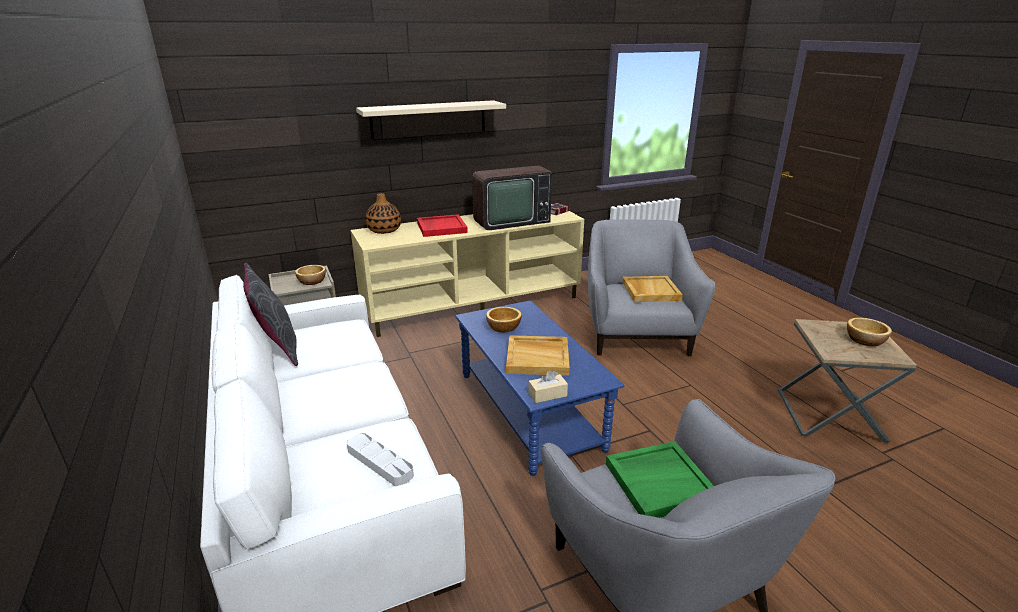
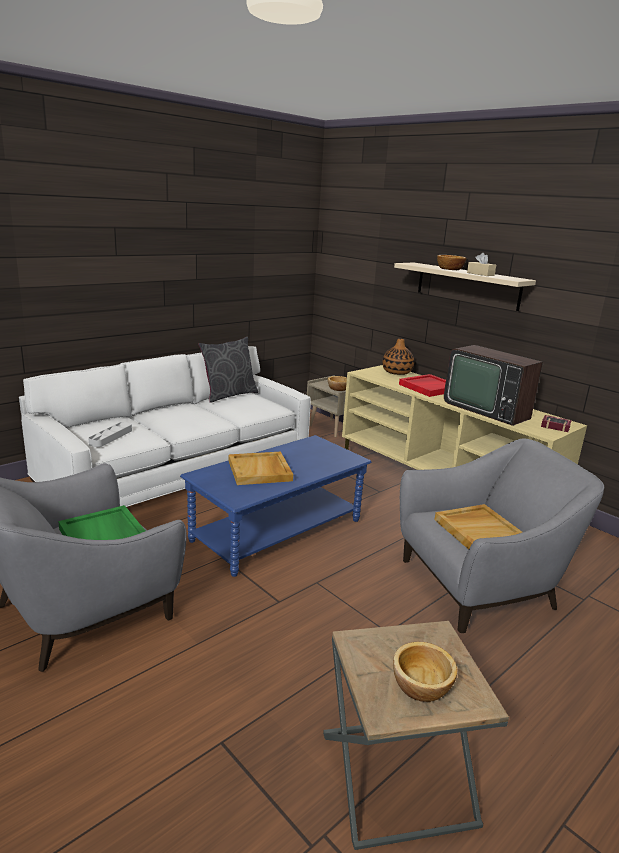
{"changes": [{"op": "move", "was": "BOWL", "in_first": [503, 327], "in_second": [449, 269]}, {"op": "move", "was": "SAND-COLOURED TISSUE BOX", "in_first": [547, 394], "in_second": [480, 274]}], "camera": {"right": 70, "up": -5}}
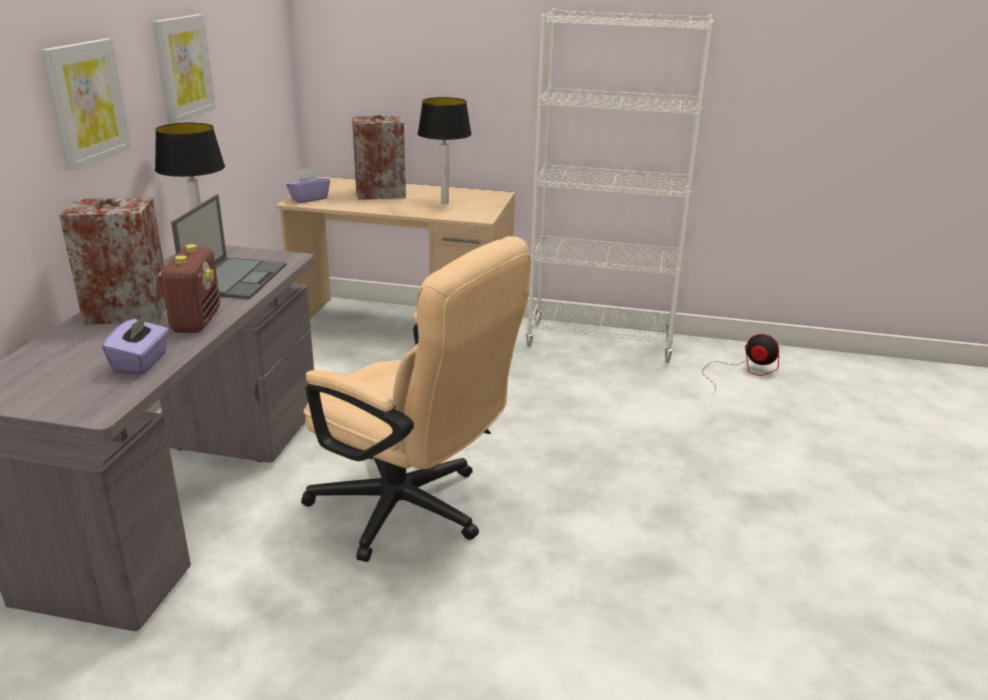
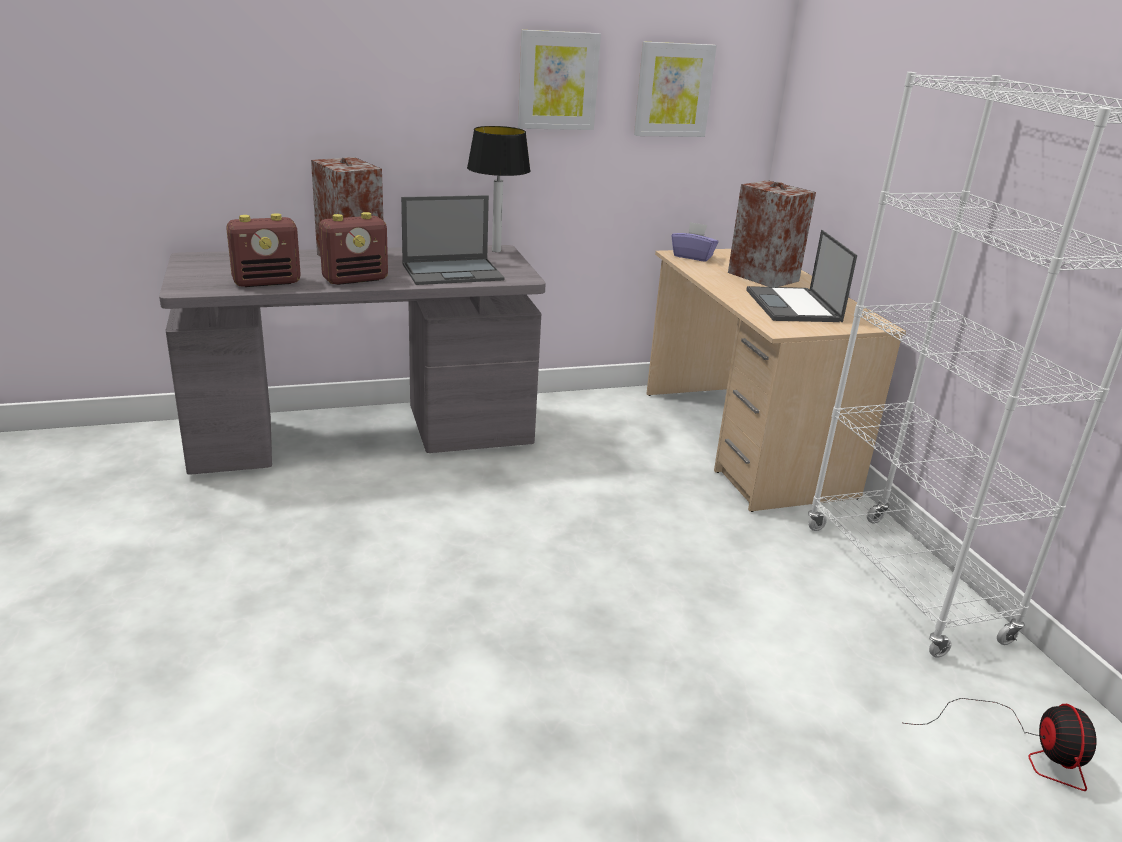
{"changes": [{"op": "move", "was": "PICTURE", "in_first": [85, 102], "in_second": [673, 90]}, {"op": "replace", "was": "PURPLE-COLOURED TISSUE BOX", "now": "RADIO SET", "in_first": [141, 362], "in_second": [267, 282]}, {"op": "delete", "was": "SAND-COLOURED COMPUTER CHAIR", "in_first": [412, 512]}, {"op": "replace", "was": "LAMP FOR A TABLE", "now": "LAPTOP", "in_first": [445, 203], "in_second": [794, 306]}], "camera": {"right": 60, "up": 0}}
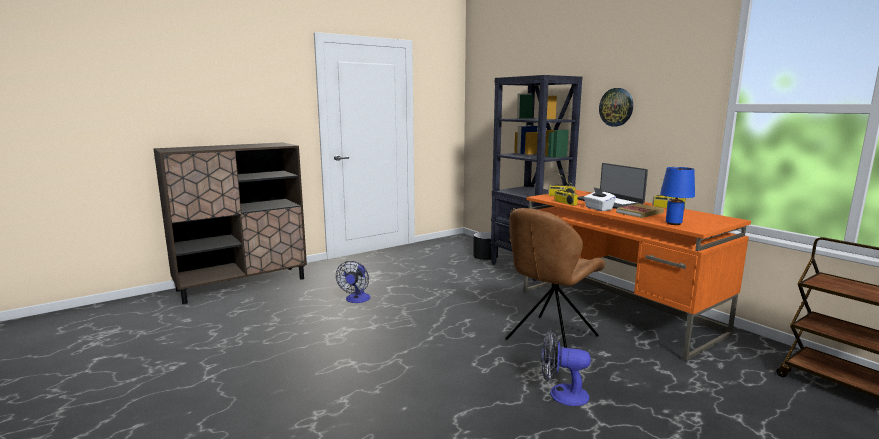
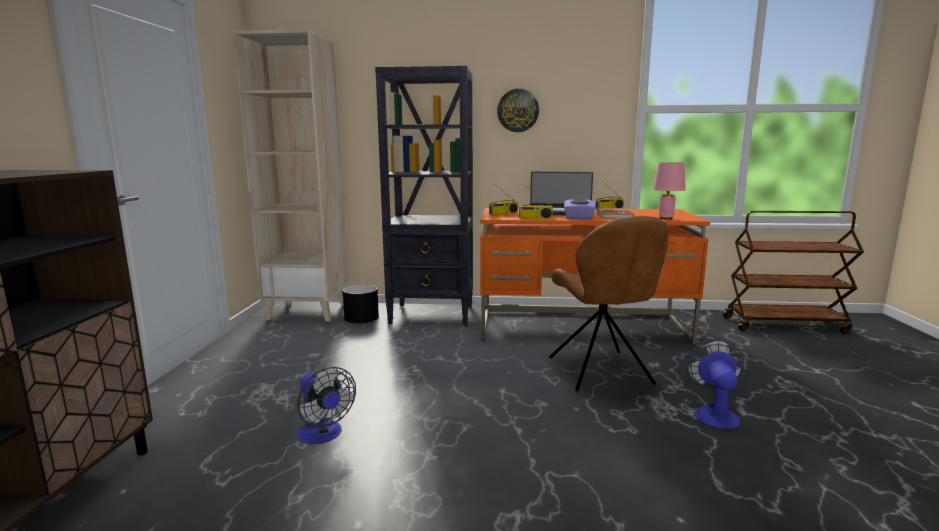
{"changes": [{"op": "rotate", "was": "ELECTRIC FAN", "in_first": [561, 394], "in_second": [714, 413], "clockwise": 135}, {"op": "recolor", "was": "WHITE-COLOURED TISSUE BOX", "now": "PURPLE-COLOURED TISSUE BOX", "in_first": [598, 209], "in_second": [579, 218]}, {"op": "recolor", "was": "BLUE-COLOURED LAMP FOR A TABLE", "now": "PINKISH LAMP FOR A TABLE", "in_first": [674, 223], "in_second": [666, 218]}, {"op": "insert", "now": "SAND-COLOURED BOOKCASE", "in_second": [308, 311]}], "camera": {"right": -50, "up": 0}}
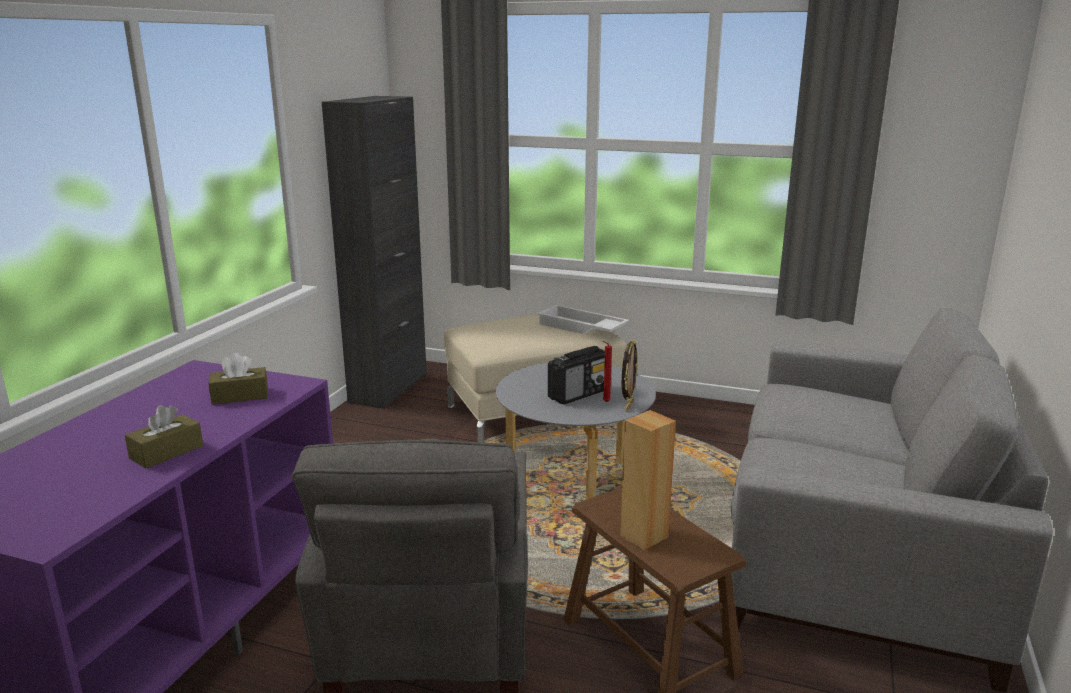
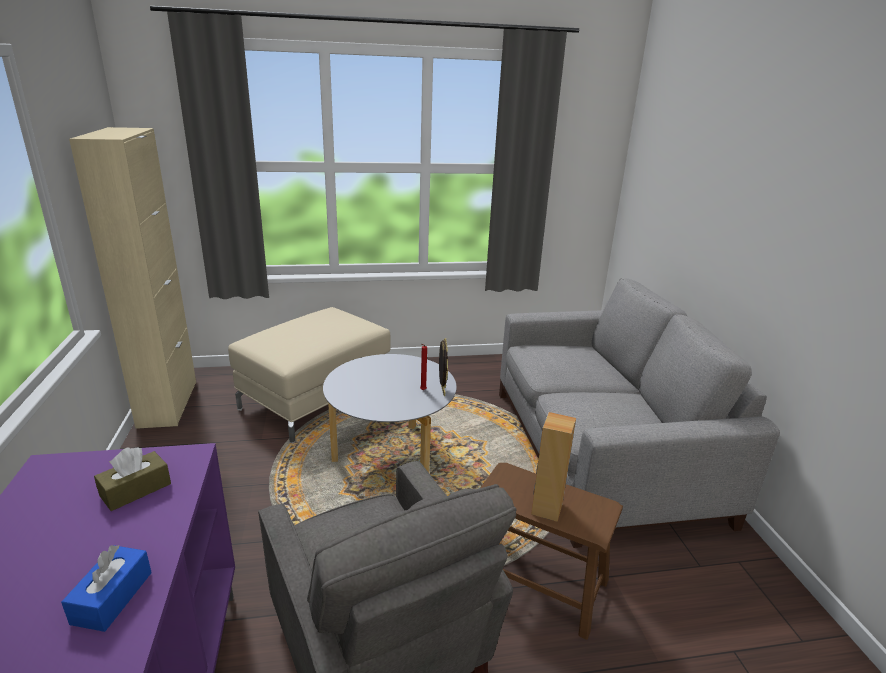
{"changes": [{"op": "recolor", "was": "BROWN TISSUE BOX", "now": "BLUE-COLOURED TISSUE BOX", "in_first": [166, 452], "in_second": [112, 597]}, {"op": "recolor", "was": "BLACK-COLOURED STORAGE CABINET", "now": "SAND-COLOURED STORAGE CABINET", "in_first": [388, 388], "in_second": [168, 404]}, {"op": "delete", "was": "WHITE-COLOURED CARRYING TRAY", "in_first": [580, 328]}, {"op": "delete", "was": "RADIO SET", "in_first": [579, 394]}], "camera": {"right": -30, "up": 5}}
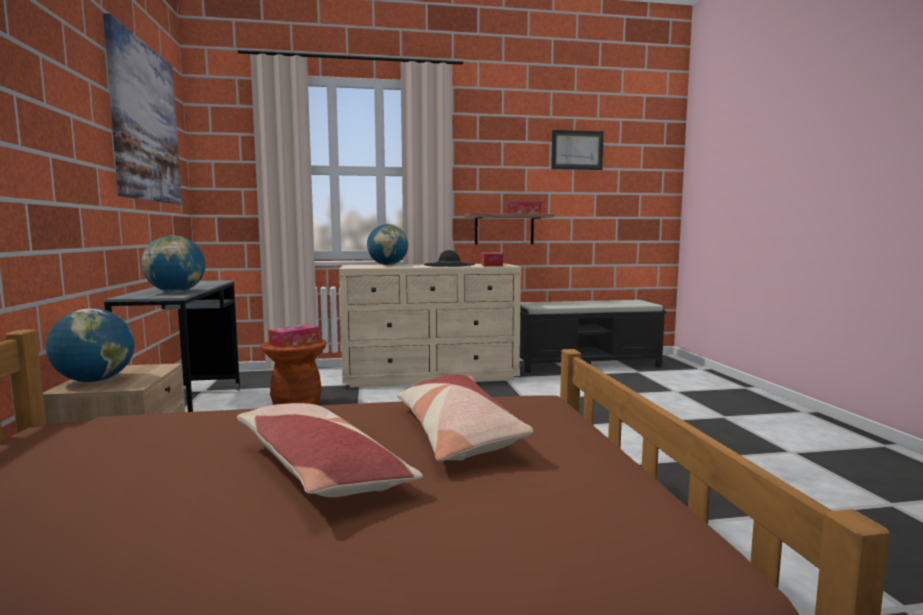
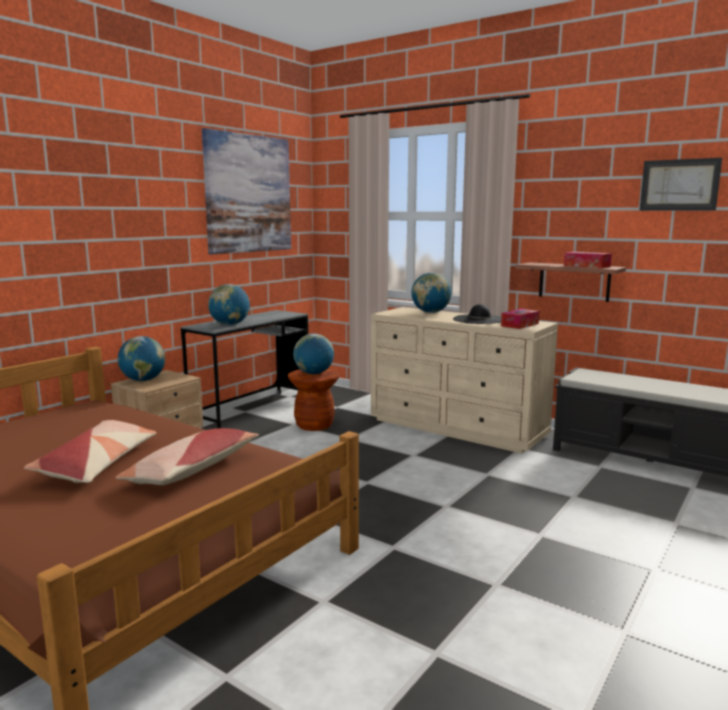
{"changes": [{"op": "replace", "was": "TISSUE BOX", "now": "WORLD GLOBE", "in_first": [294, 342], "in_second": [313, 373]}], "camera": {"right": 45, "up": 5}}
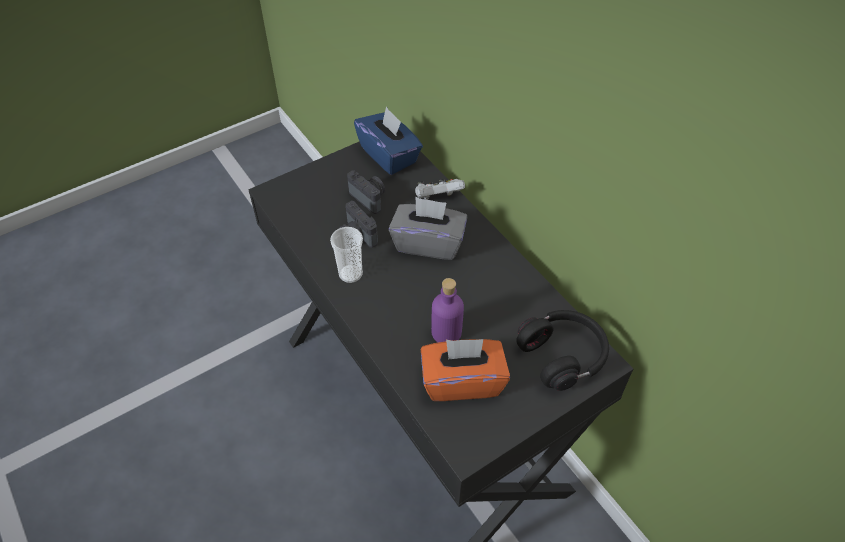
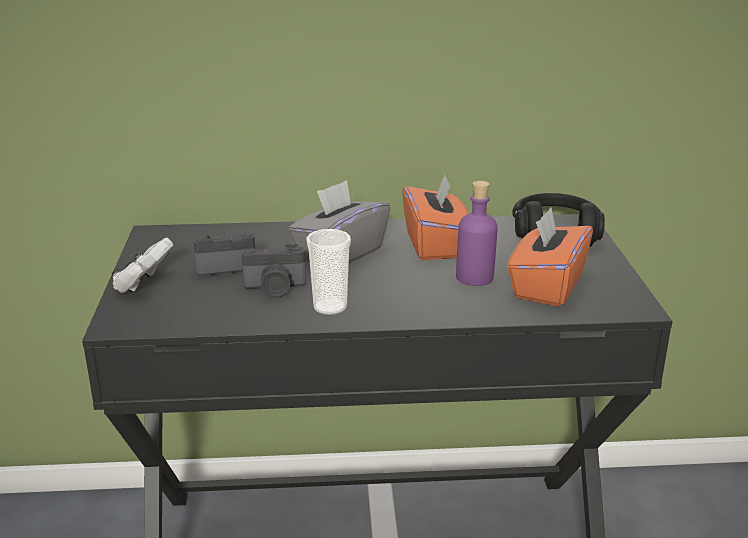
{"changes": [{"op": "delete", "was": "BLUE-COLOURED TISSUE BOX", "in_first": [389, 155]}, {"op": "move", "was": "WHITE-COLOURED GAME CONTROLLER", "in_first": [438, 198], "in_second": [143, 284]}, {"op": "insert", "now": "ORANGEY TISSUE BOX", "in_second": [436, 245]}], "camera": {"right": -60, "up": -25}}
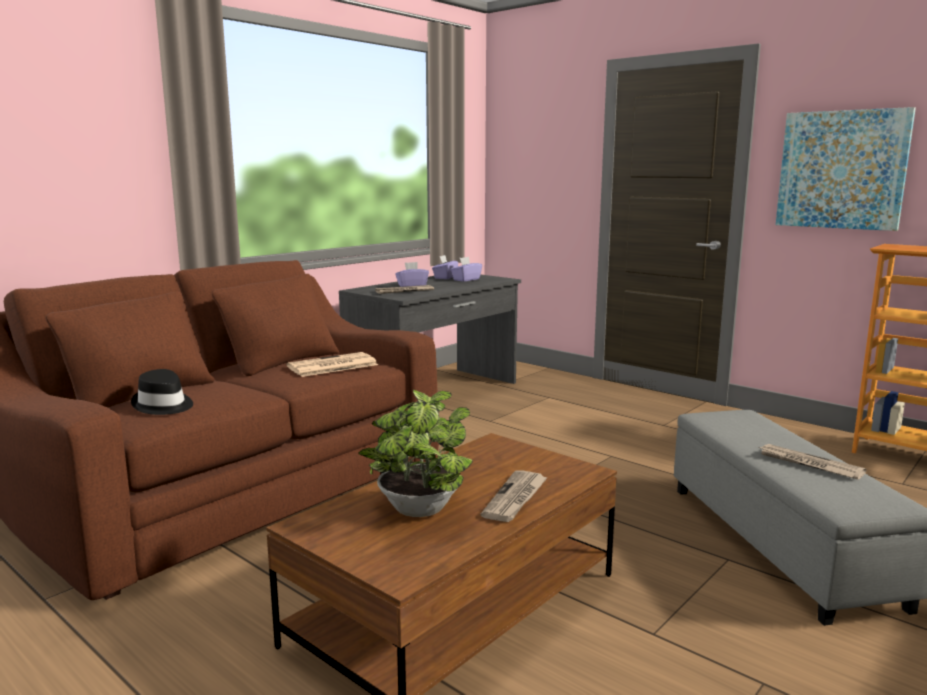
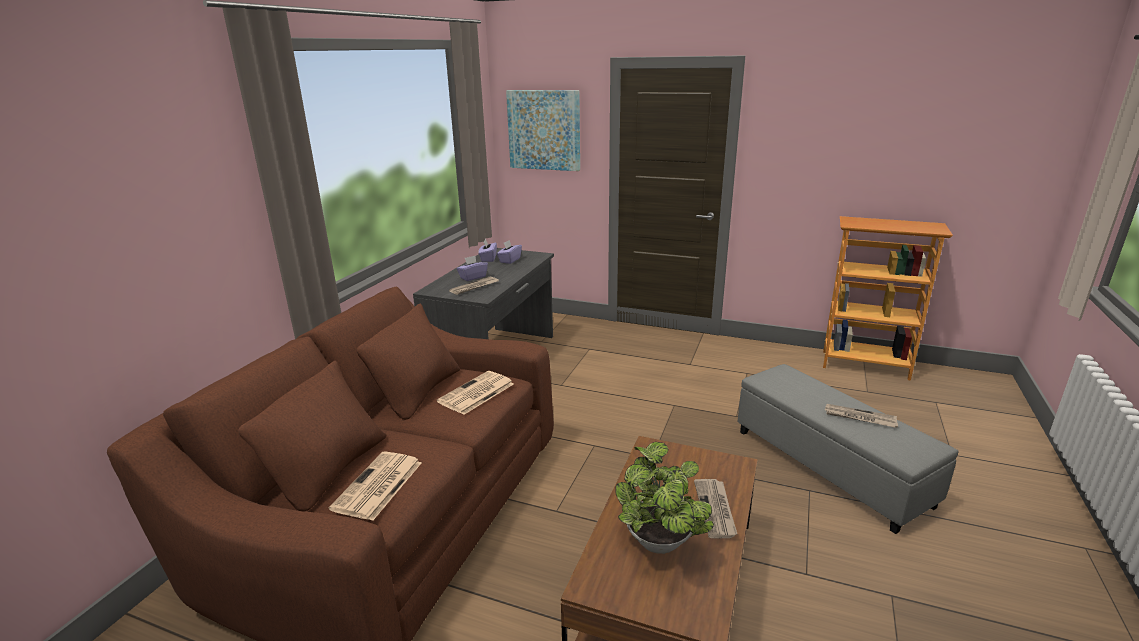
{"changes": [{"op": "replace", "was": "BLACK-COLOURED HAT", "now": "PRINTED PAPER", "in_first": [163, 405], "in_second": [377, 486]}, {"op": "move", "was": "PICTURE", "in_first": [842, 170], "in_second": [544, 130]}], "camera": {"right": -20, "up": 10}}
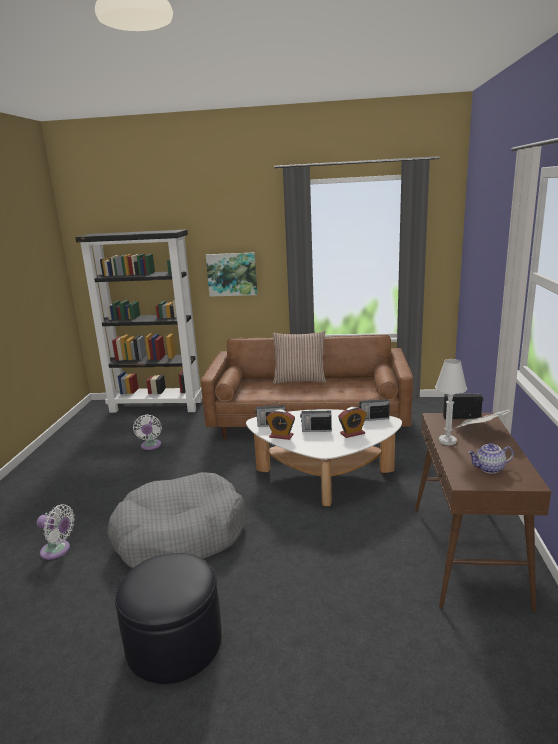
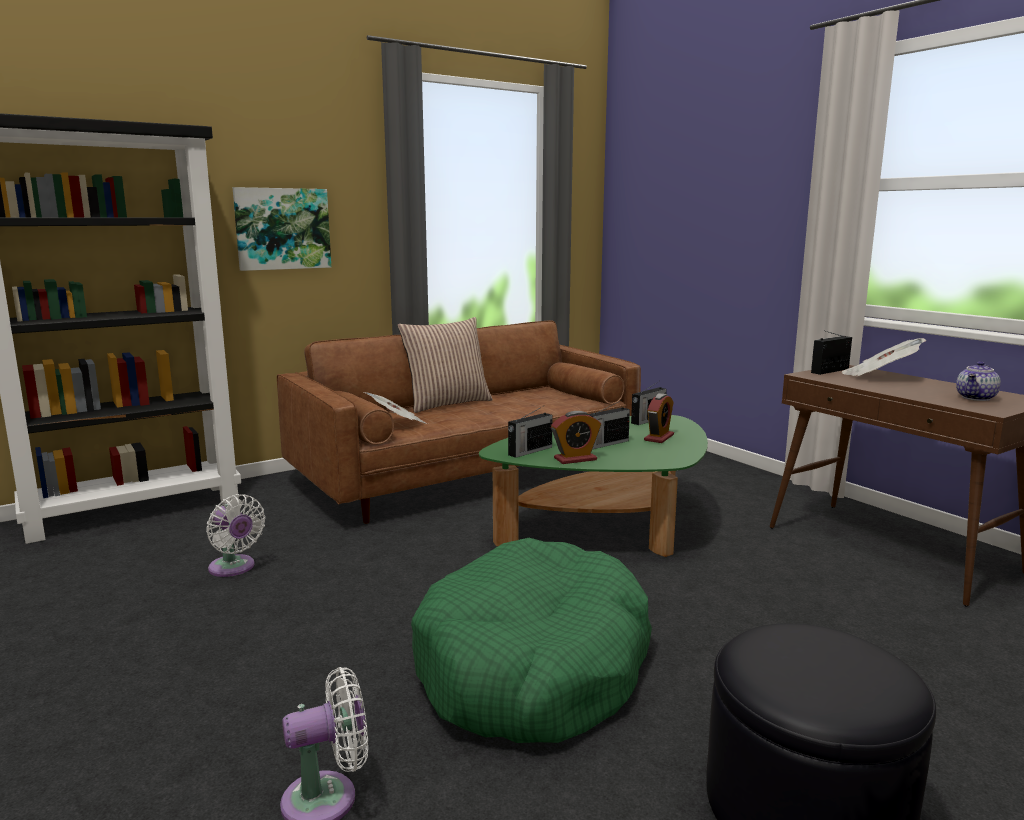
{"changes": [{"op": "recolor", "was": "GRAY DOG BED", "now": "GREEN DOG BED", "in_first": [180, 535], "in_second": [533, 667]}, {"op": "recolor", "was": "WHITE-COLOURED LOUNGE TABLE", "now": "GREEN LOUNGE TABLE", "in_first": [324, 477], "in_second": [607, 527]}, {"op": "delete", "was": "WHITE-COLOURED LAMP FOR A TABLE", "in_first": [447, 441]}, {"op": "insert", "now": "PRINTED PAPER", "in_second": [397, 424]}], "camera": {"right": -40, "up": -5}}
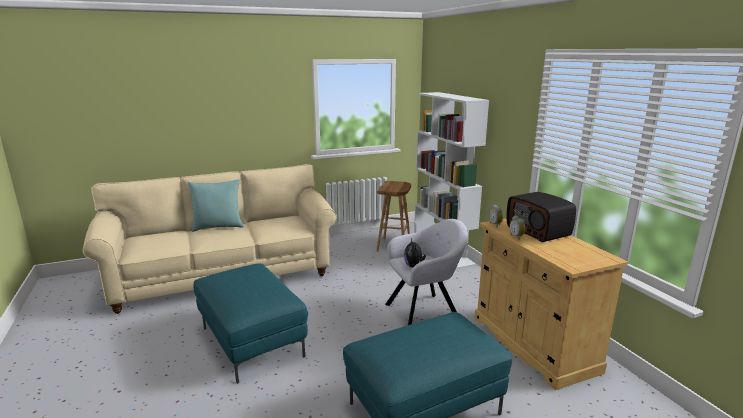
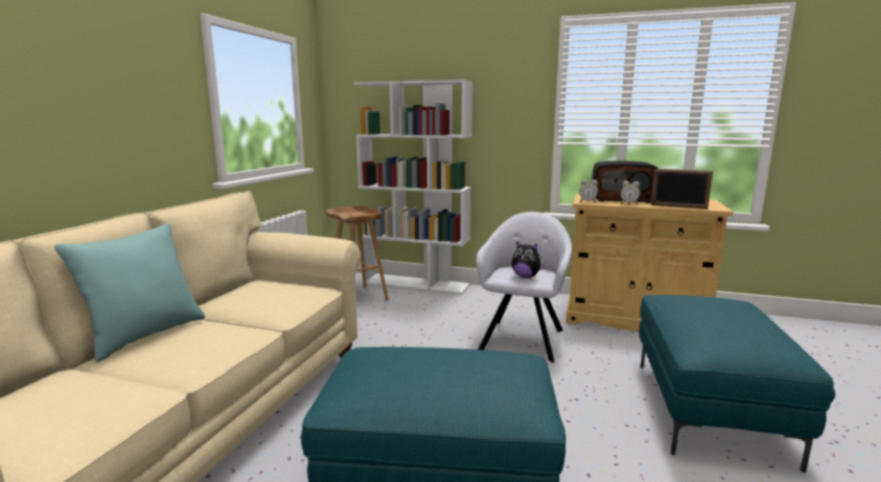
{"changes": [{"op": "insert", "now": "STANDING FRAME", "in_second": [678, 206]}], "camera": {"right": -50, "up": -5}}
